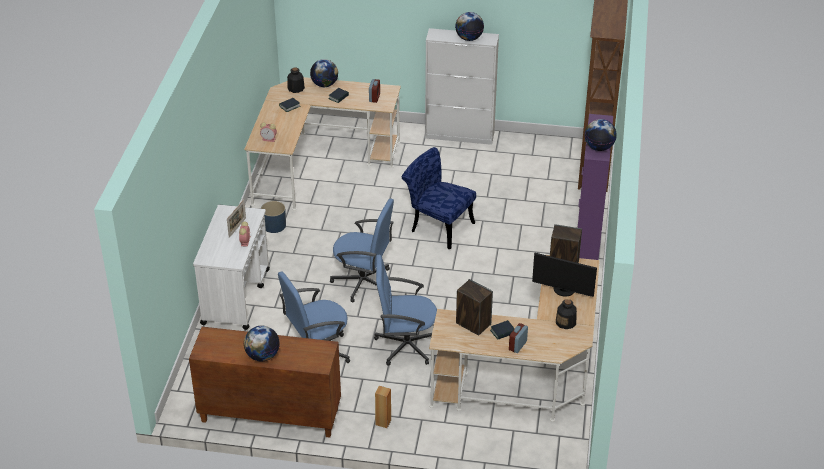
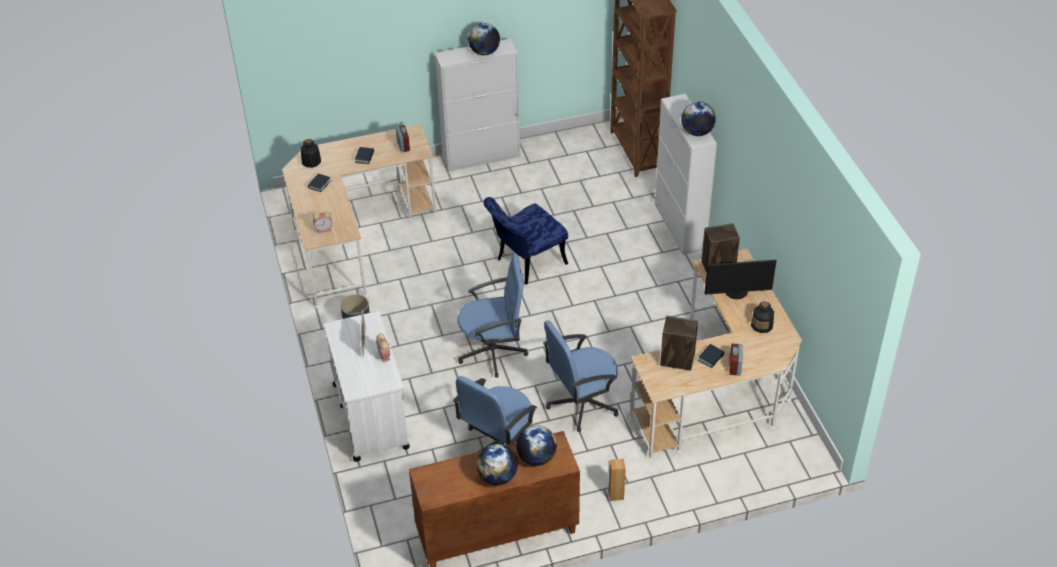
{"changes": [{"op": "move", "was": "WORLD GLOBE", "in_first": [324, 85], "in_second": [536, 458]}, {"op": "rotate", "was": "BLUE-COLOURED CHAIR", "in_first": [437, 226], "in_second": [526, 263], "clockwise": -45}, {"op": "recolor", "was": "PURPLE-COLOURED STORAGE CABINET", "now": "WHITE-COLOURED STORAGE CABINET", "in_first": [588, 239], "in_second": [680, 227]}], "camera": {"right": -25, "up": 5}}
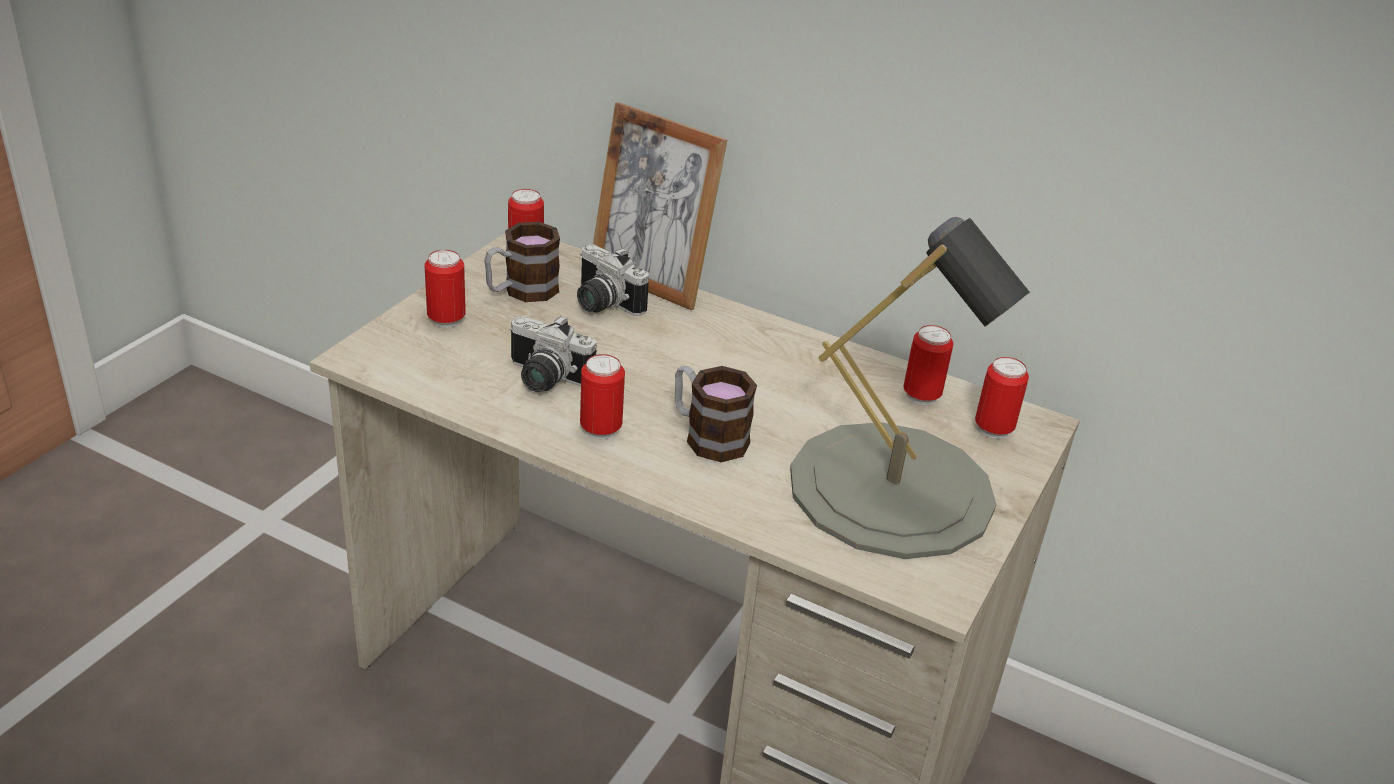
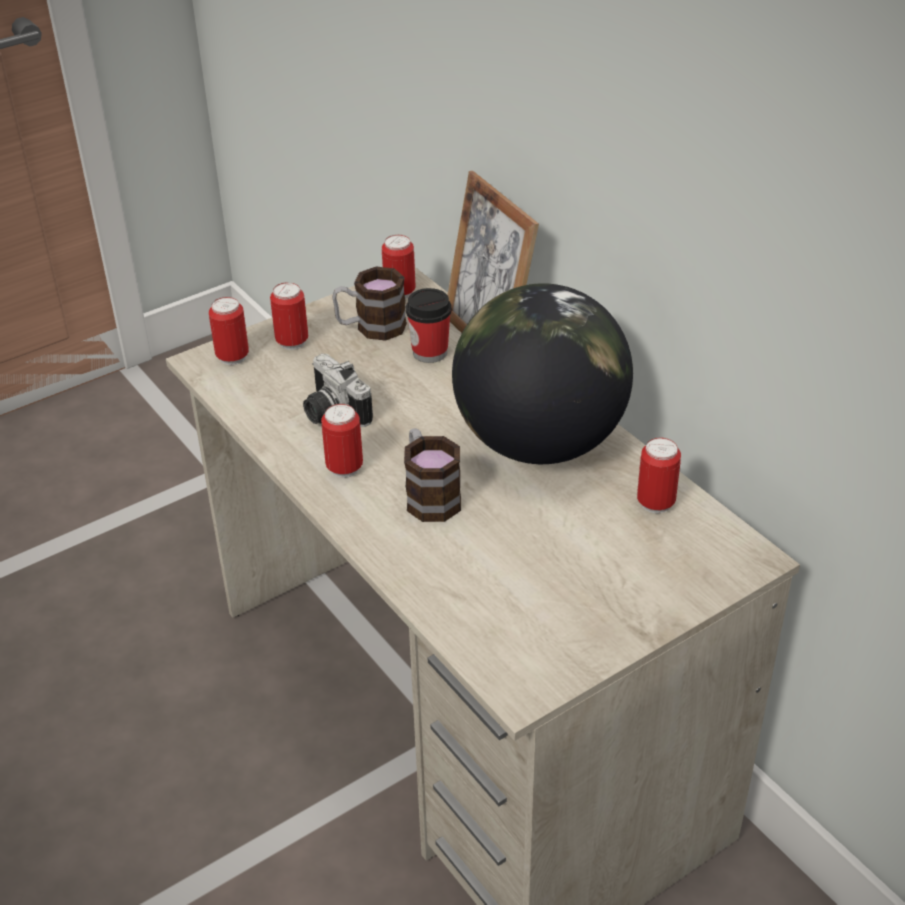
{"changes": [{"op": "replace", "was": "STILL CAMERA", "now": "SMALL CUP", "in_first": [601, 304], "in_second": [430, 352]}, {"op": "delete", "was": "GRAY LAMP FOR A TABLE", "in_first": [892, 488]}, {"op": "move", "was": "CAN", "in_first": [993, 429], "in_second": [232, 357]}, {"op": "insert", "now": "WORLD GLOBE", "in_second": [540, 443]}], "camera": {"right": 30, "up": 5}}
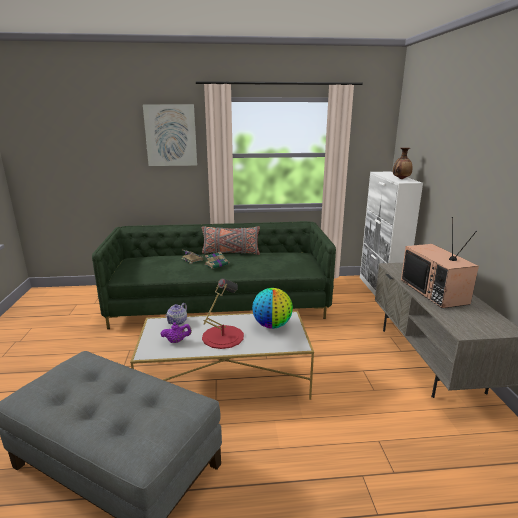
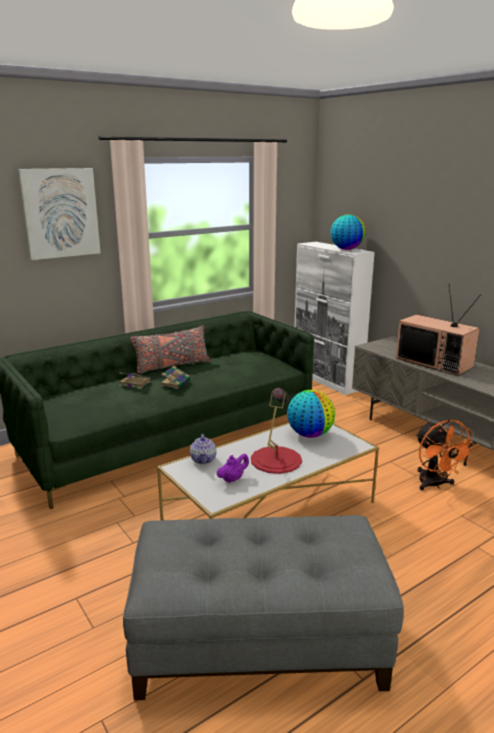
{"changes": [{"op": "replace", "was": "VASE", "now": "WORLD GLOBE", "in_first": [401, 179], "in_second": [346, 249]}, {"op": "insert", "now": "ORANGEY ELECTRIC FAN", "in_second": [435, 485]}], "camera": {"right": -30, "up": 0}}
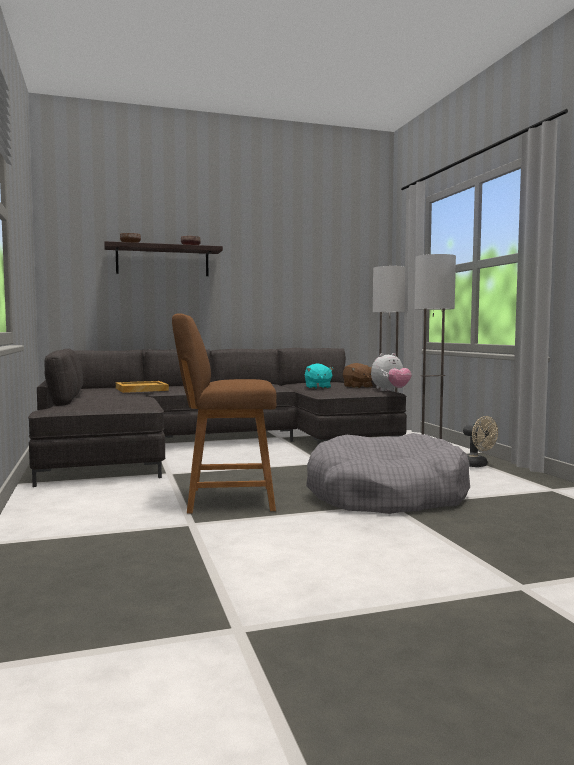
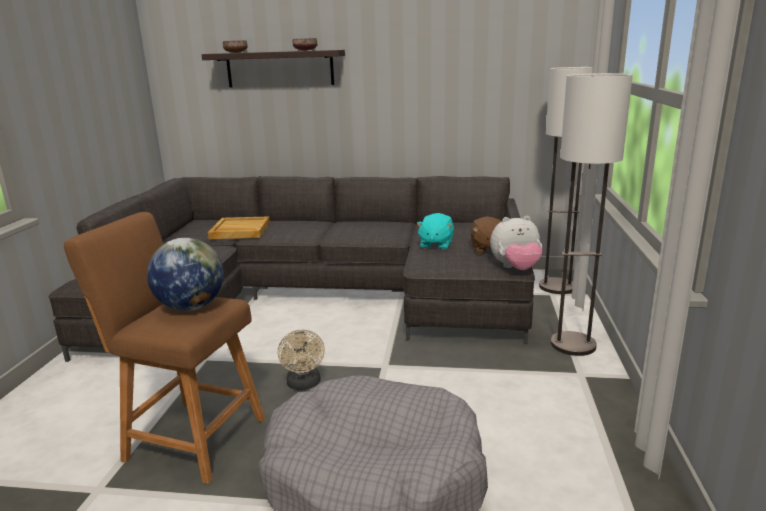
{"changes": [{"op": "move", "was": "SAND-COLOURED ELECTRIC FAN", "in_first": [477, 465], "in_second": [304, 385]}, {"op": "insert", "now": "WORLD GLOBE", "in_second": [191, 307]}], "camera": {"right": 25, "up": 15}}
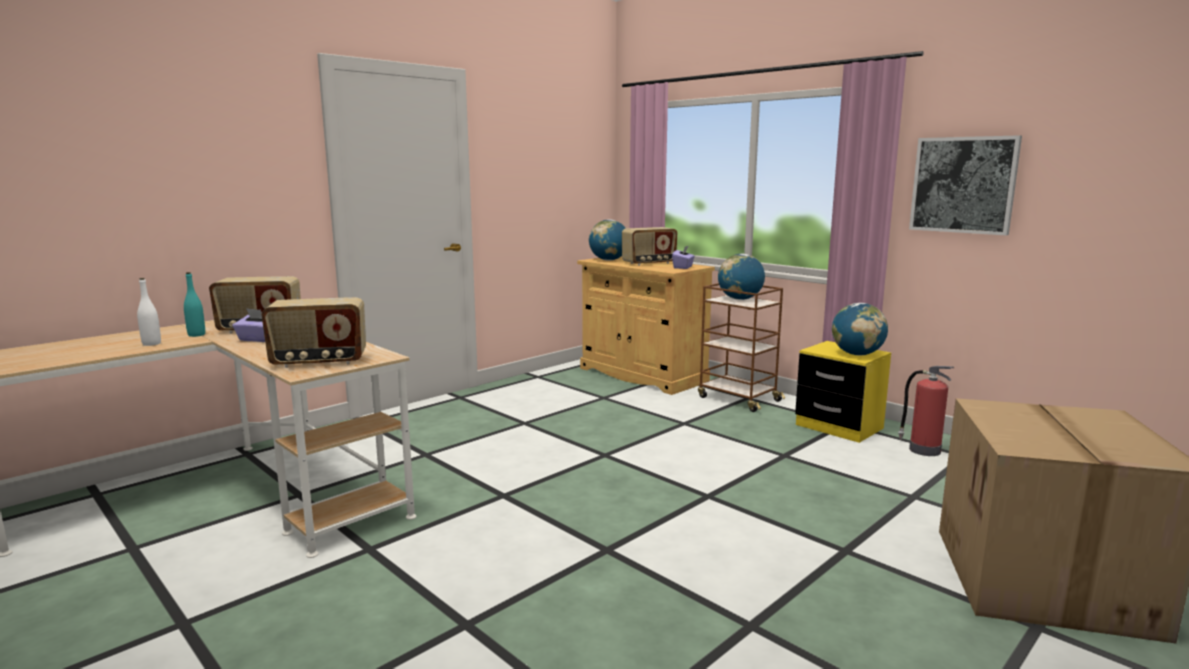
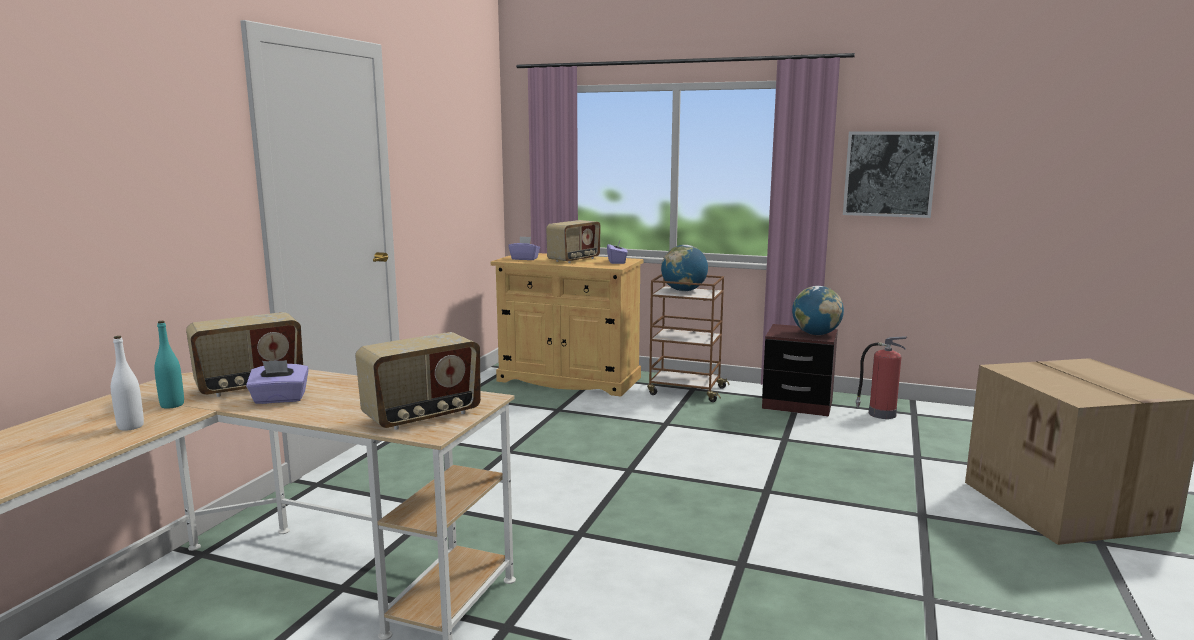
{"changes": [{"op": "replace", "was": "WORLD GLOBE", "now": "PURPLE-COLOURED TISSUE BOX", "in_first": [609, 260], "in_second": [524, 259]}, {"op": "recolor", "was": "YELLOW NIGHT TABLE", "now": "BROWN NIGHT TABLE", "in_first": [838, 427], "in_second": [797, 404]}], "camera": {"right": -25, "up": 0}}
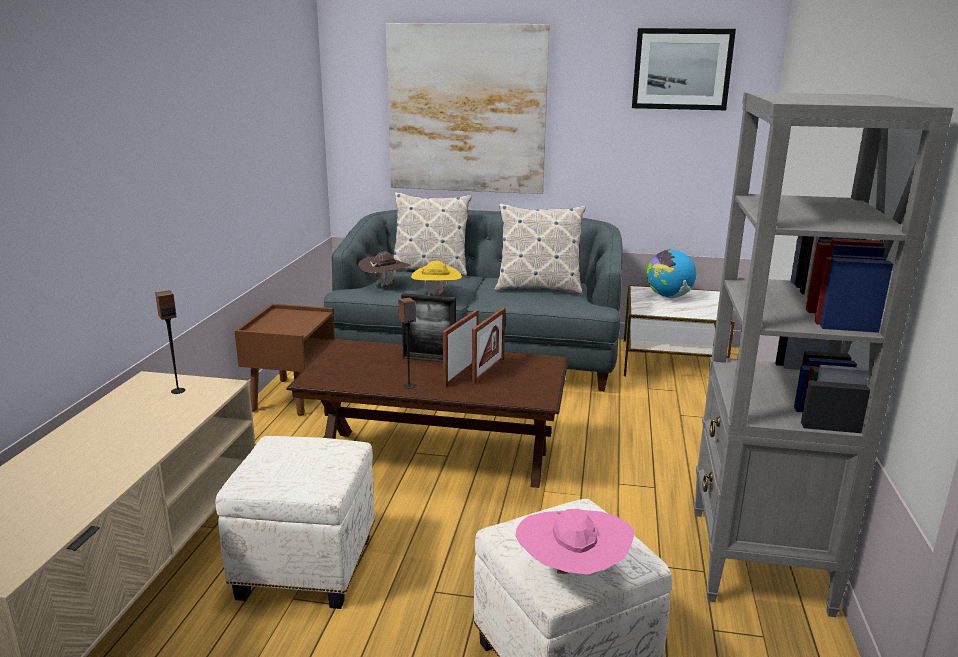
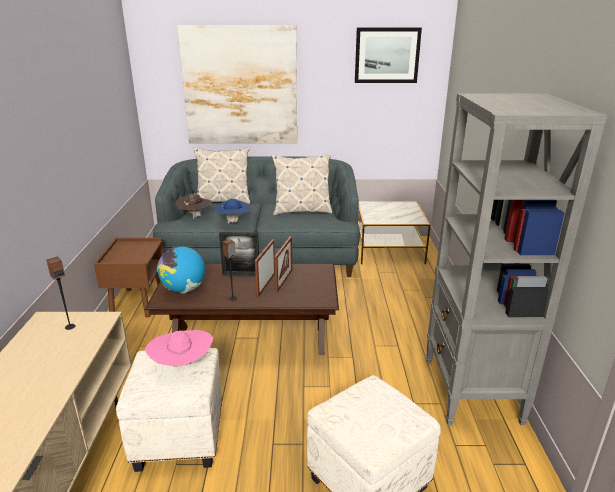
{"changes": [{"op": "recolor", "was": "YELLOW HAT", "now": "BLUE-COLOURED HAT", "in_first": [436, 295], "in_second": [234, 222]}, {"op": "move", "was": "PINKISH HAT", "in_first": [572, 573], "in_second": [182, 366]}, {"op": "move", "was": "WORLD GLOBE", "in_first": [668, 297], "in_second": [184, 290]}], "camera": {"right": -10, "up": 5}}
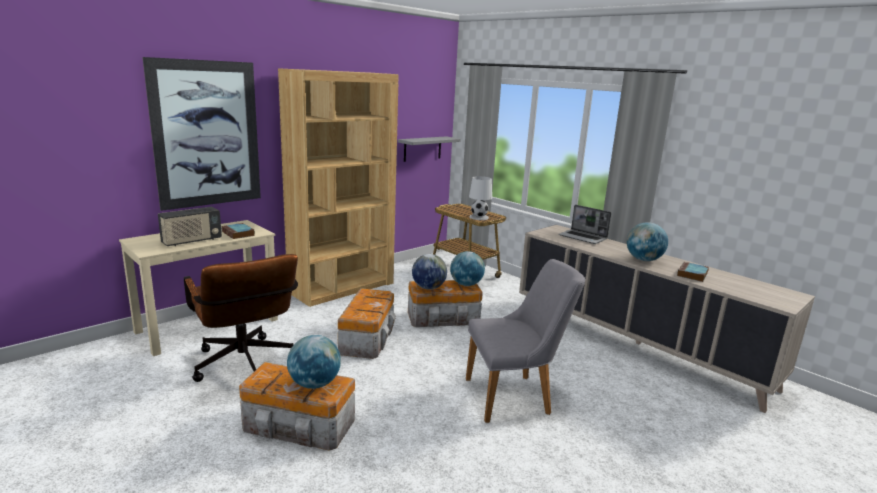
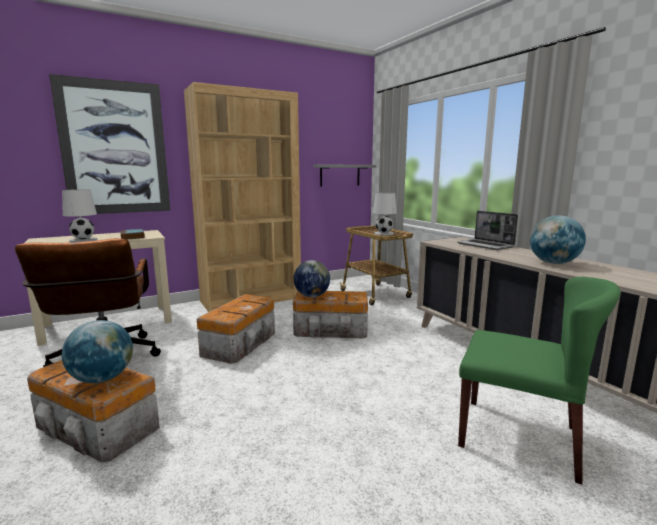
{"changes": [{"op": "replace", "was": "RADIO SET", "now": "WHITE-COLOURED LAMP FOR A TABLE", "in_first": [191, 241], "in_second": [84, 240]}, {"op": "delete", "was": "WORLD GLOBE", "in_first": [466, 284]}, {"op": "delete", "was": "GRAY CHAIR", "in_first": [515, 396]}, {"op": "delete", "was": "VOLUME", "in_first": [692, 274]}, {"op": "insert", "now": "GREEN CHAIR", "in_second": [519, 437]}], "camera": {"right": 15, "up": -5}}
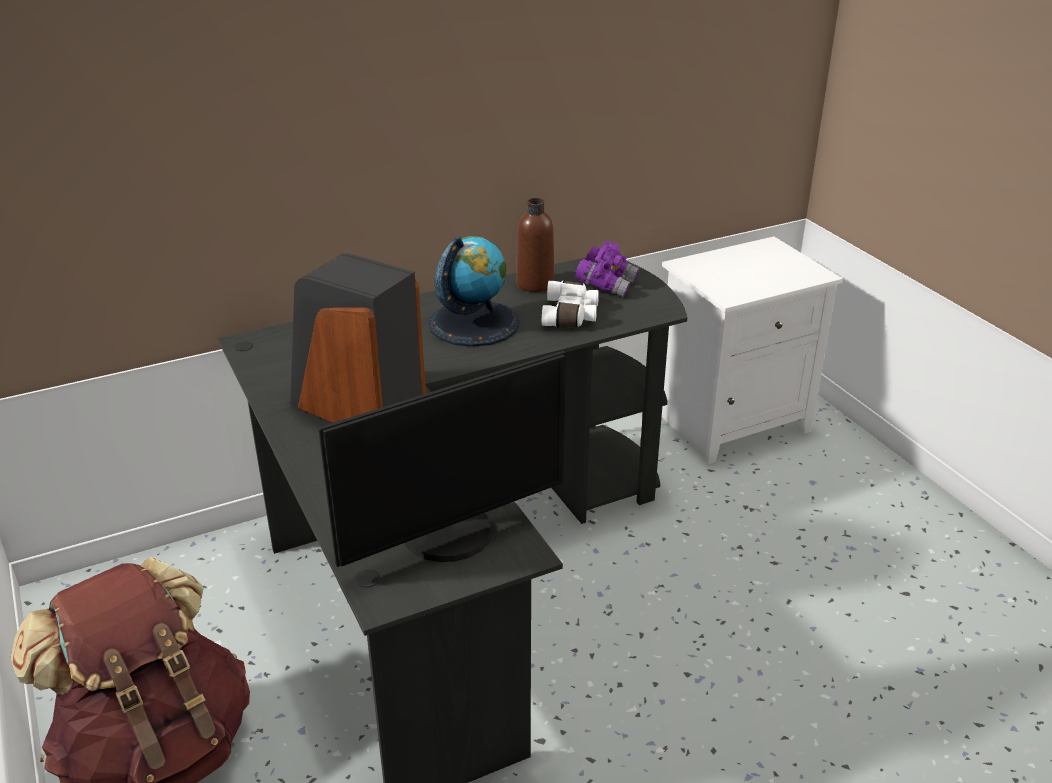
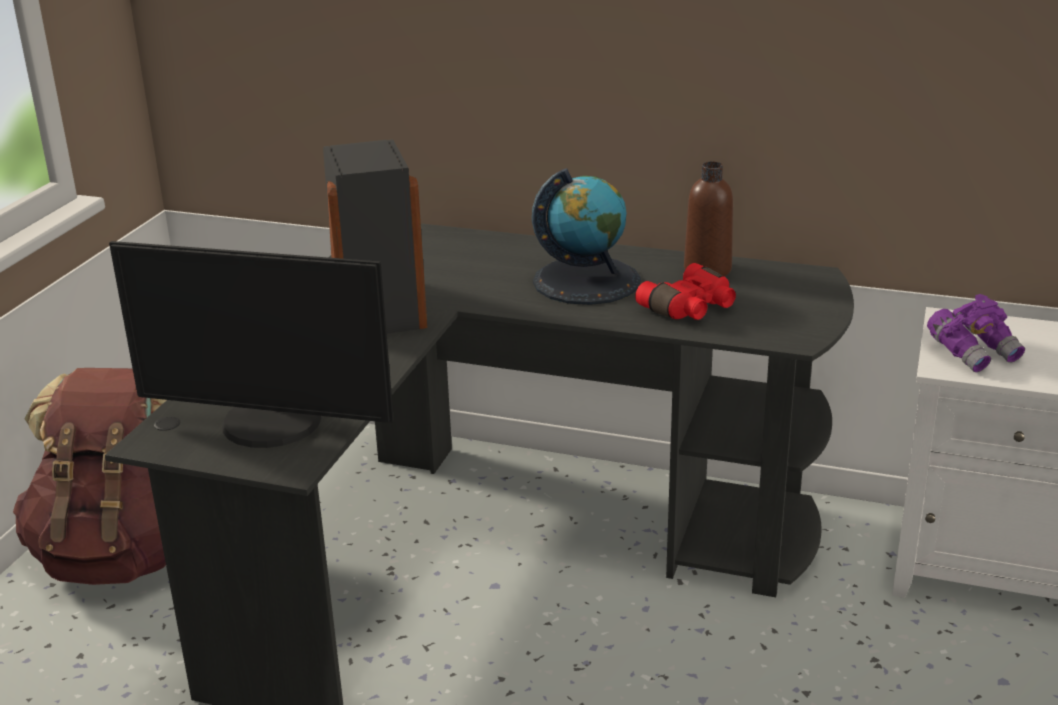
{"changes": [{"op": "recolor", "was": "WHITE-COLOURED FIELD GLASSES", "now": "REDDISH FIELD GLASSES", "in_first": [571, 315], "in_second": [690, 308]}, {"op": "move", "was": "PURPLE-COLOURED FIELD GLASSES", "in_first": [606, 284], "in_second": [973, 353]}], "camera": {"right": 45, "up": -5}}
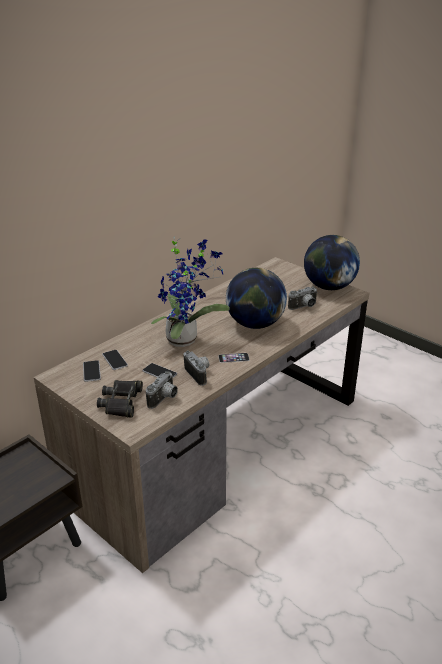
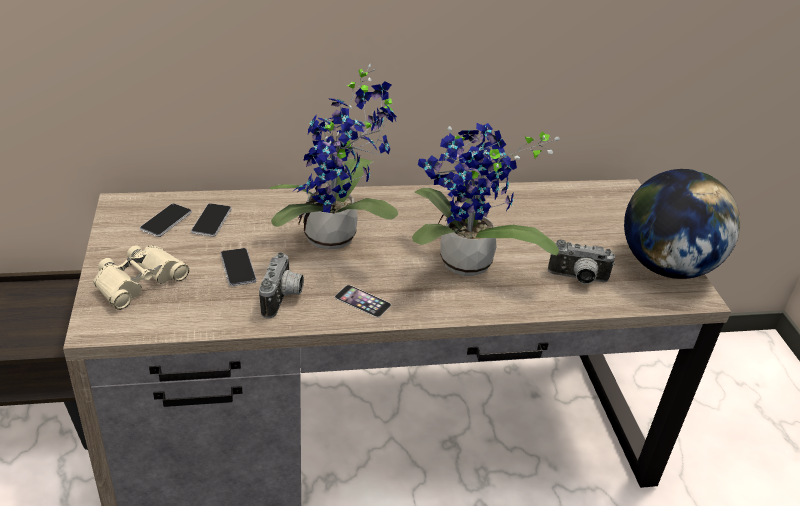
{"changes": [{"op": "recolor", "was": "BLACK-COLOURED FIELD GLASSES", "now": "SAND-COLOURED FIELD GLASSES", "in_first": [121, 402], "in_second": [139, 281]}, {"op": "delete", "was": "STILL CAMERA", "in_first": [164, 399]}, {"op": "replace", "was": "WORLD GLOBE", "now": "PLANT IN A POT", "in_first": [255, 324], "in_second": [463, 267]}], "camera": {"right": 35, "up": 5}}
